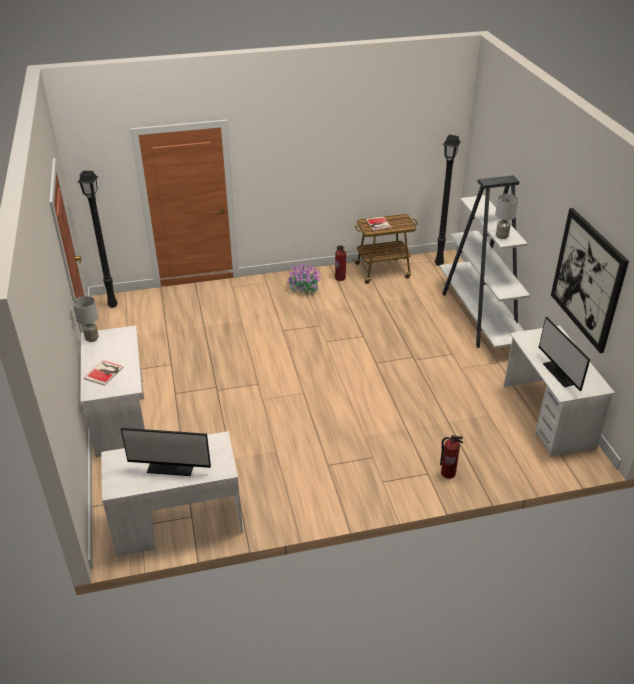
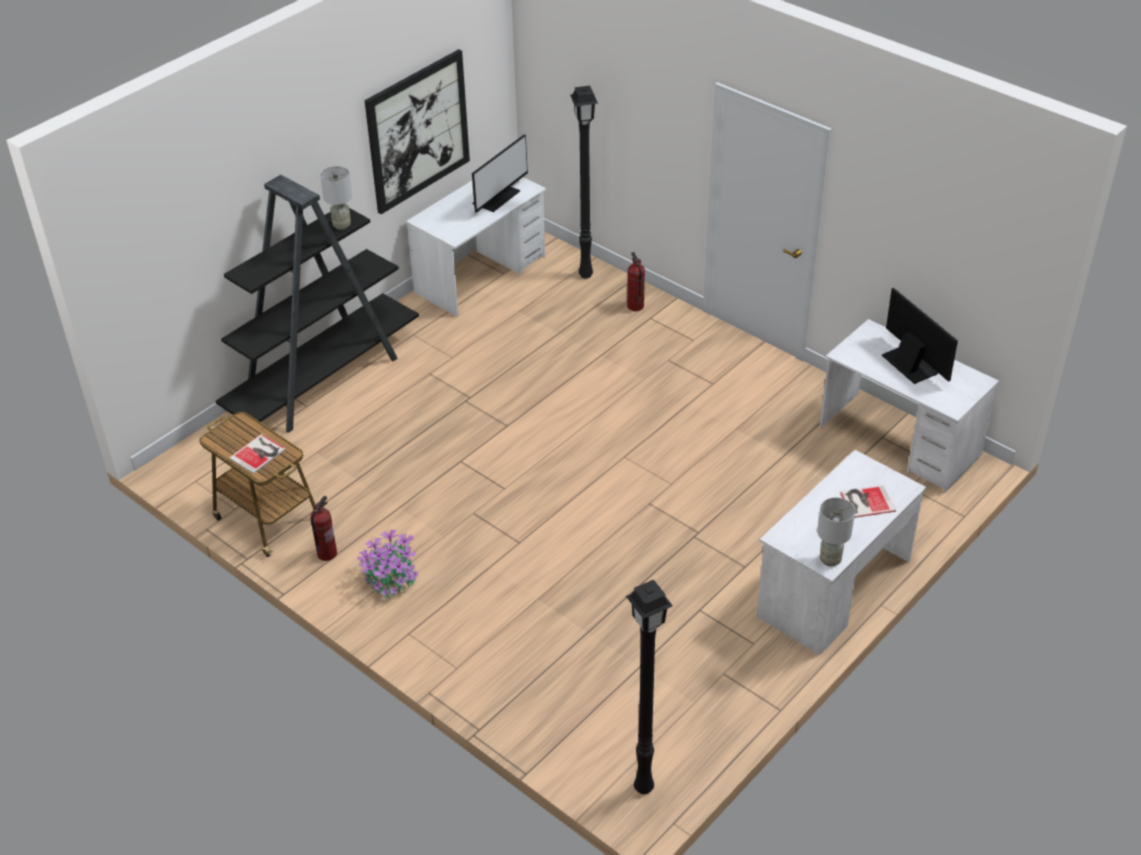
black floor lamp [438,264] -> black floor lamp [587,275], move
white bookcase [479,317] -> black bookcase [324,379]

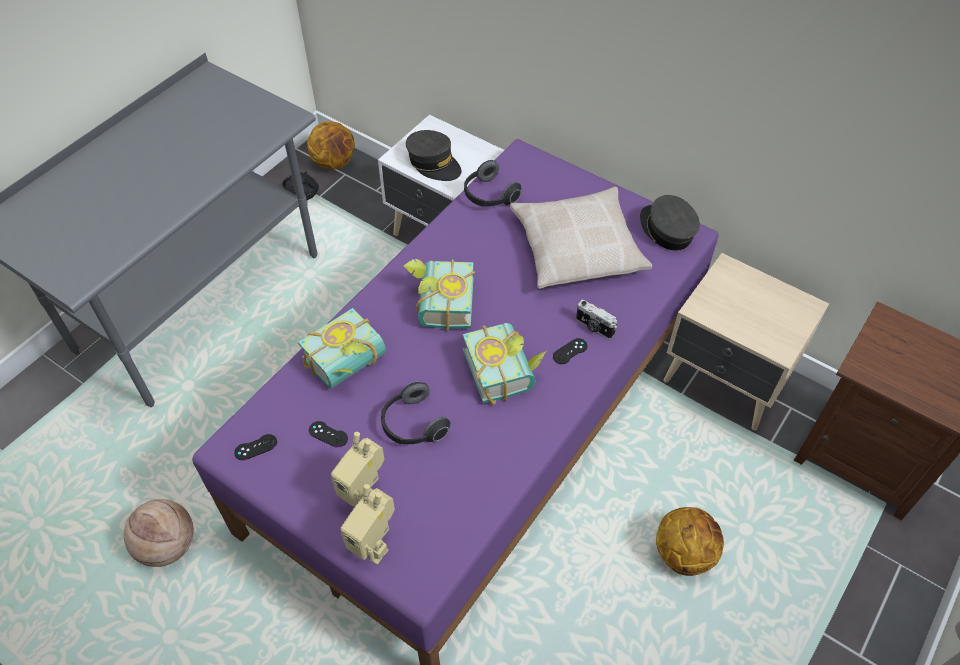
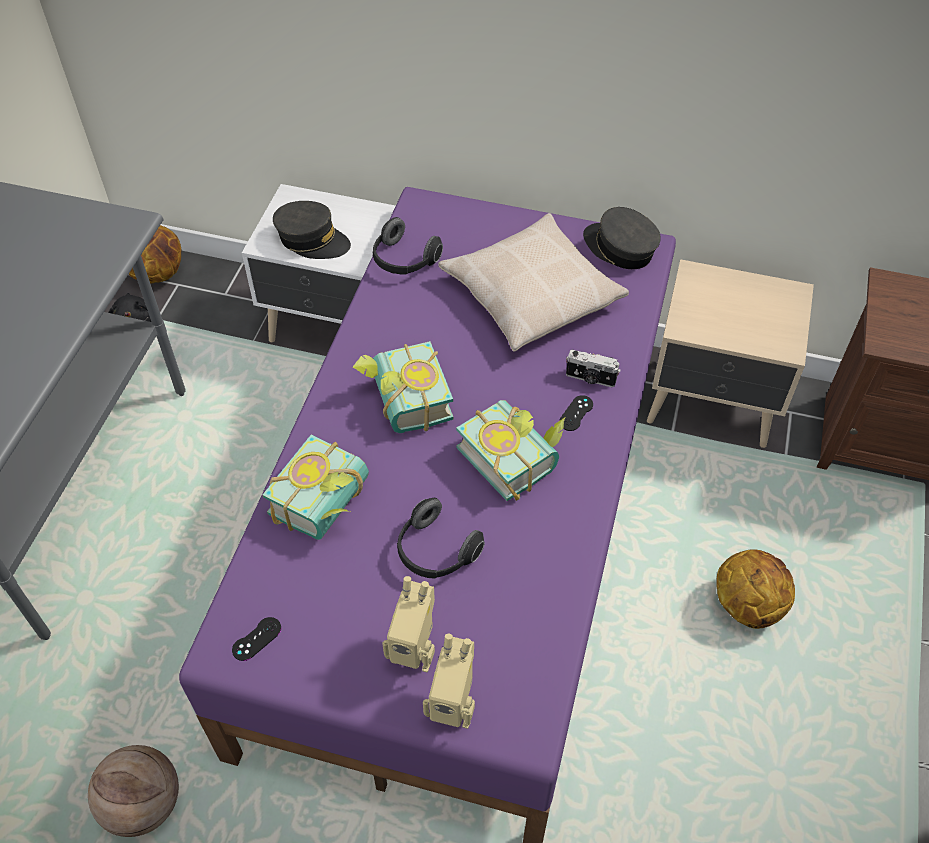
black game controller [328,434] -> none

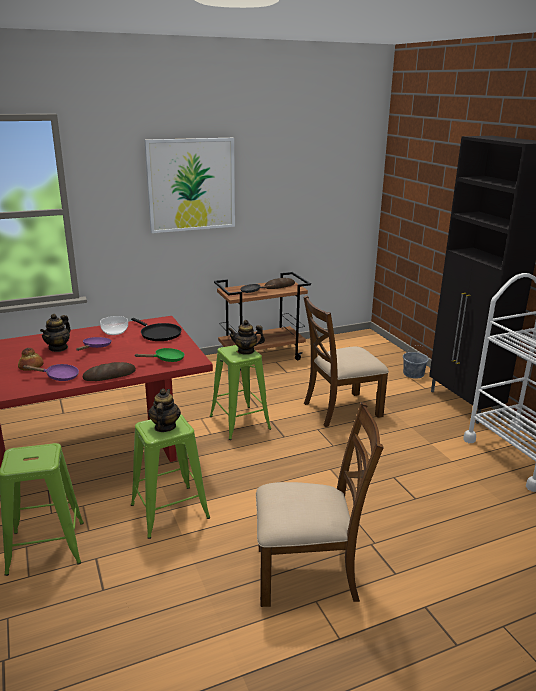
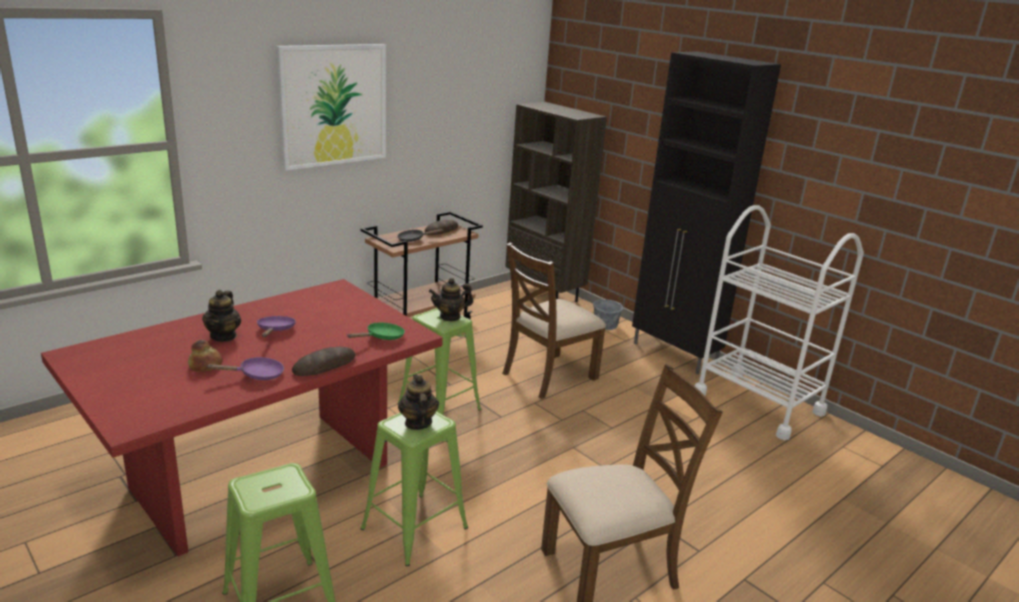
bowl [114,331] -> none
black frying pan [159,334] -> none
none -> brown bookcase [544,294]

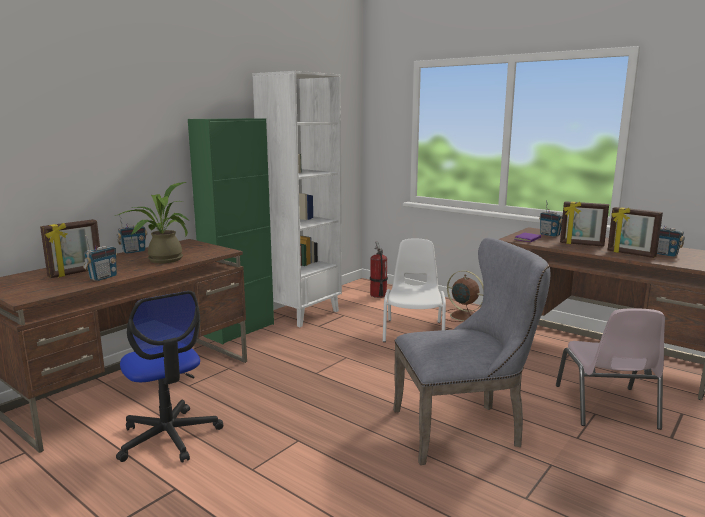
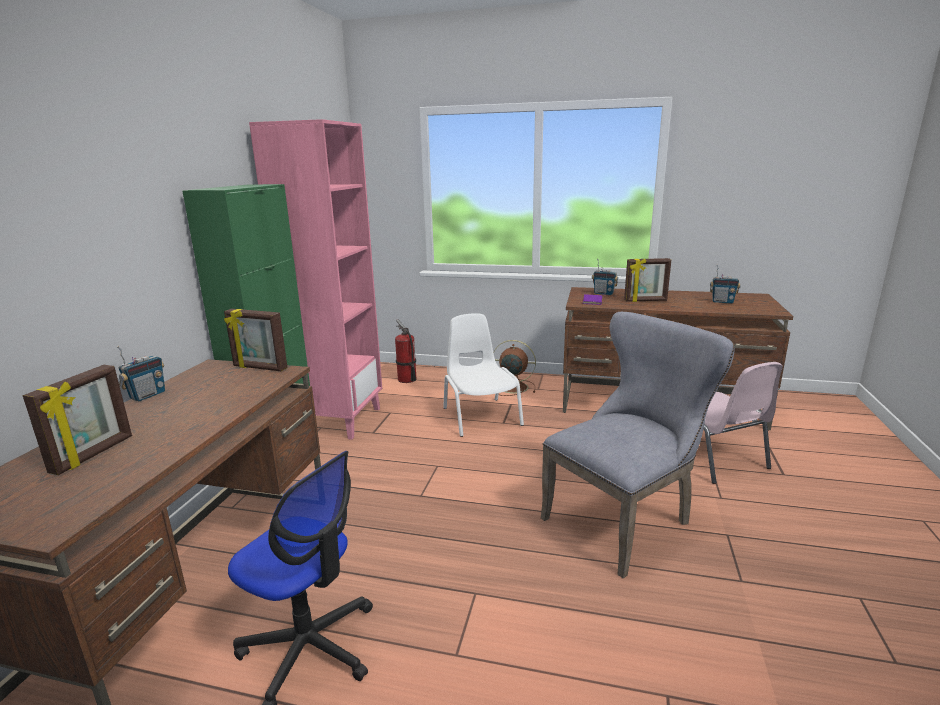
white bookcase [302,313] -> pink bookcase [340,420]
potted plant [161,260] -> none
picture frame [631,254] -> picture frame [259,368], move
radio [103,277] -> none

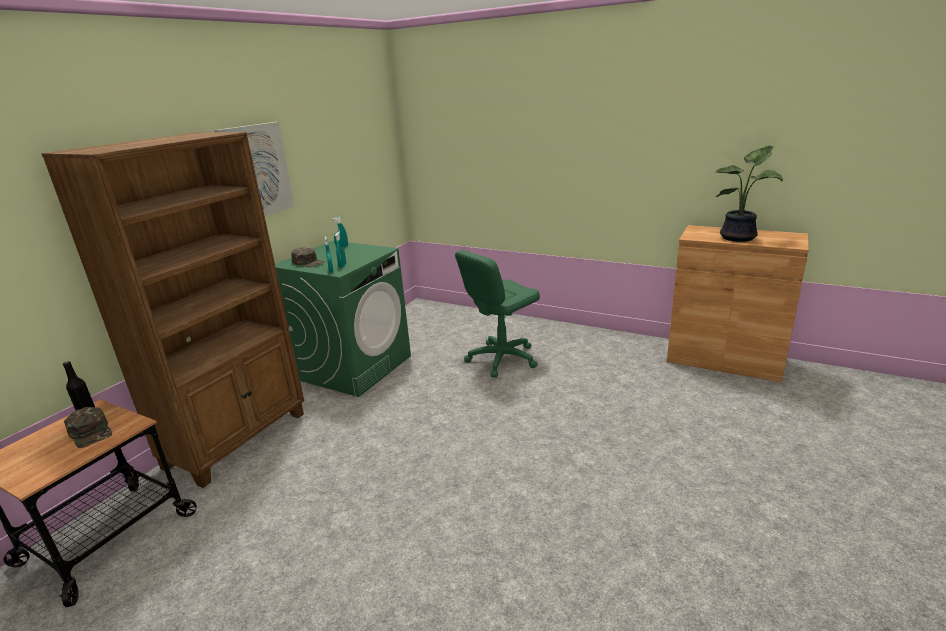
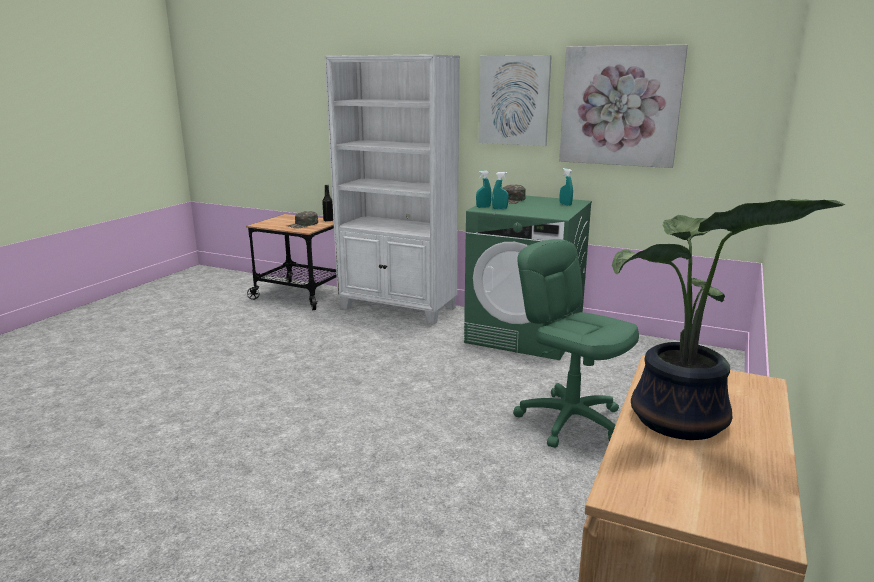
brown bookcase [238,439] -> white bookcase [398,308]
none -> picture [620,106]

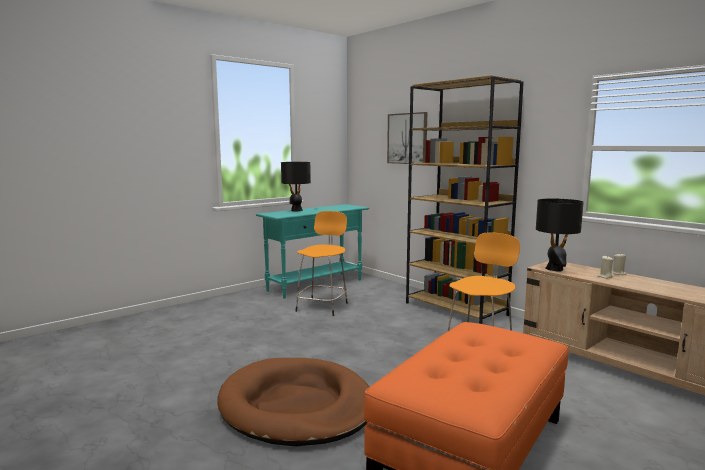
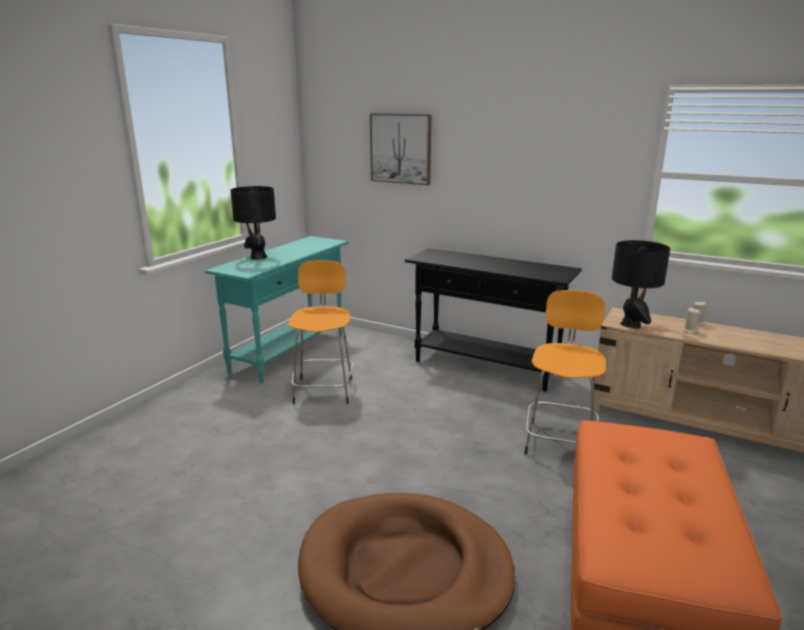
brown bookcase [456,309] -> black console table [486,367]

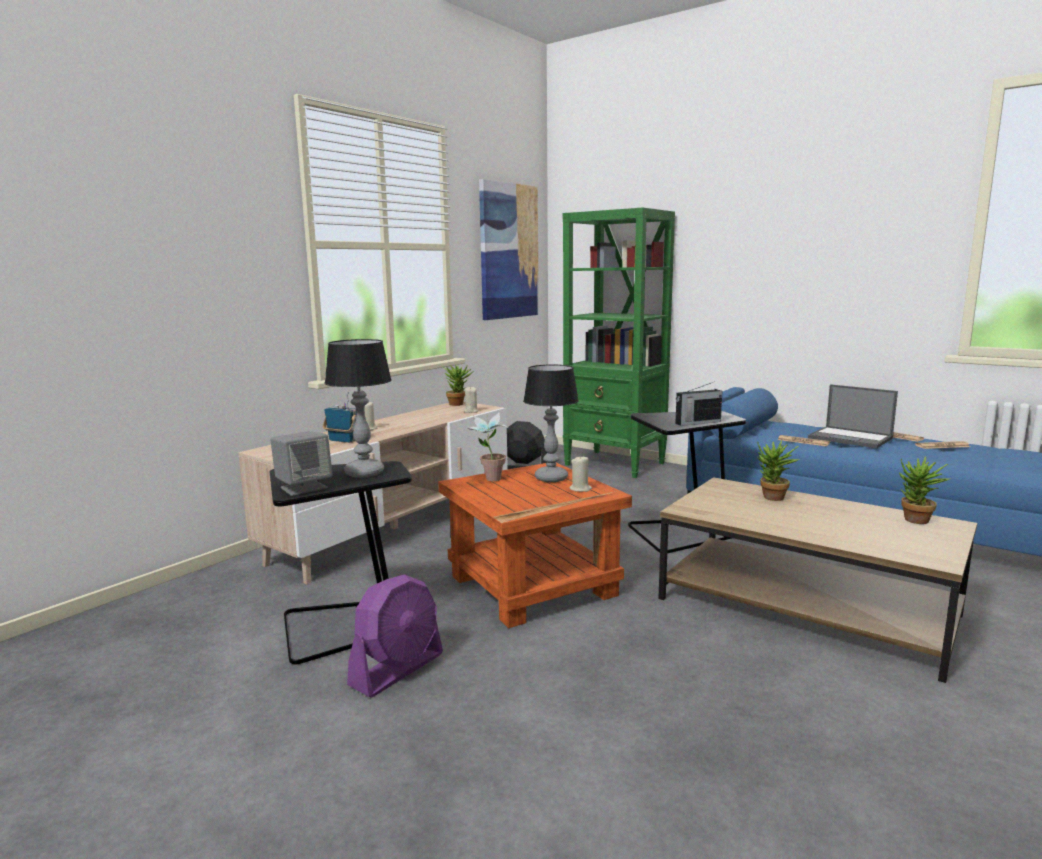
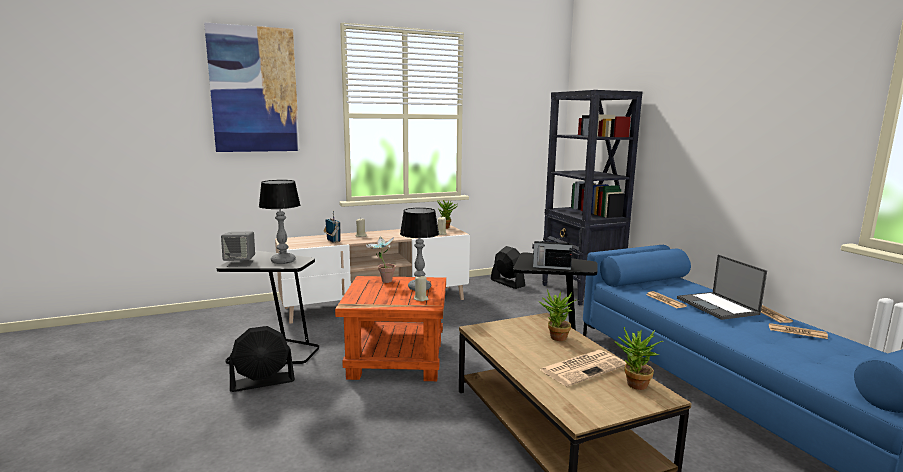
picture [508,251] -> picture [254,90], move
green bookcase [615,464] -> black bookcase [580,292]
purple fan [397,669] -> black fan [263,382]
none -> newspaper [583,368]

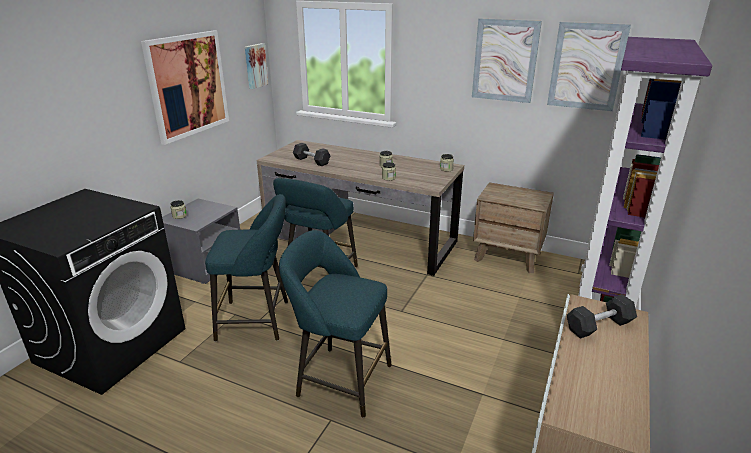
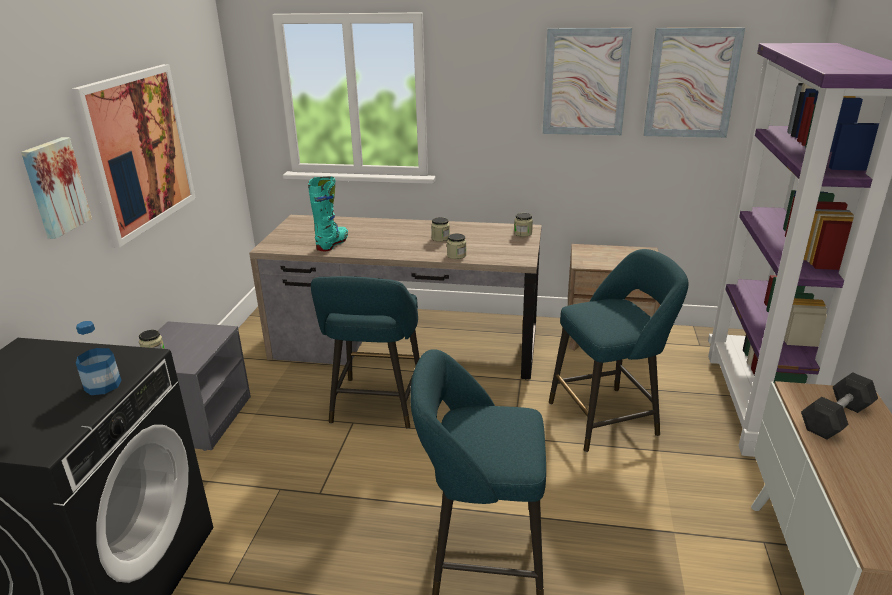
picture [255,66] -> picture [54,187], move
grey dumbbell [311,161] -> turquoise boot [332,244]
turquoise stool [258,320] -> turquoise stool [608,417], move
none -> bottle [103,385]

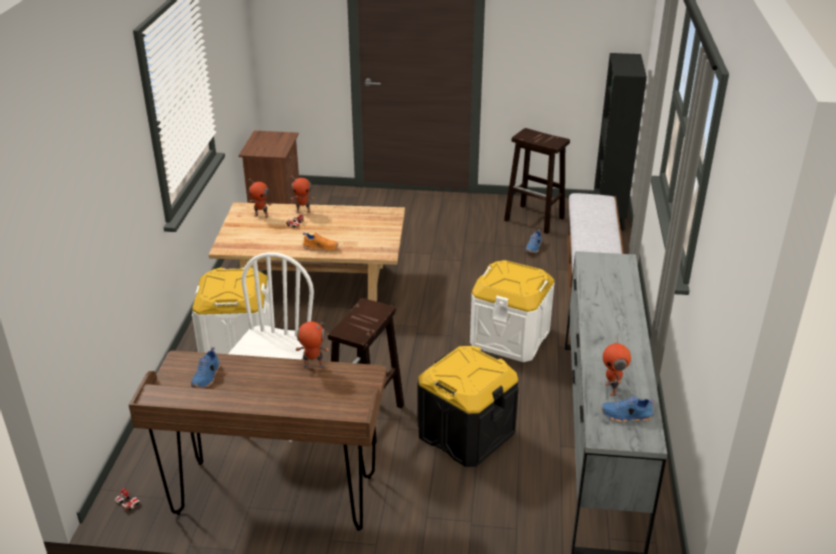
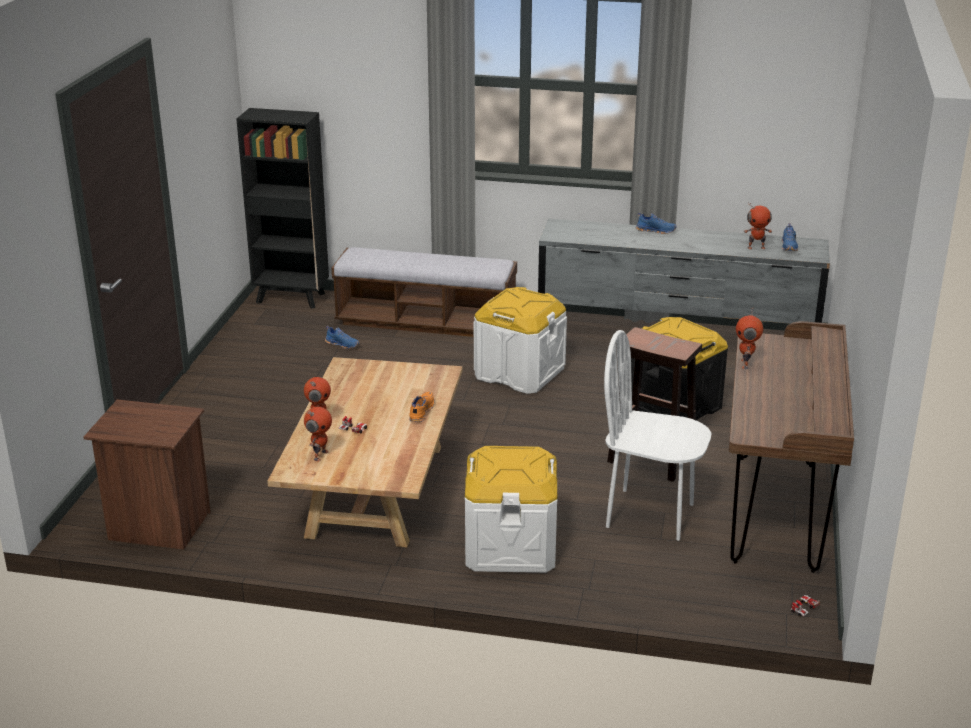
brown stool [535,219] -> none
blue shoe [207,377] -> blue shoe [656,230], move

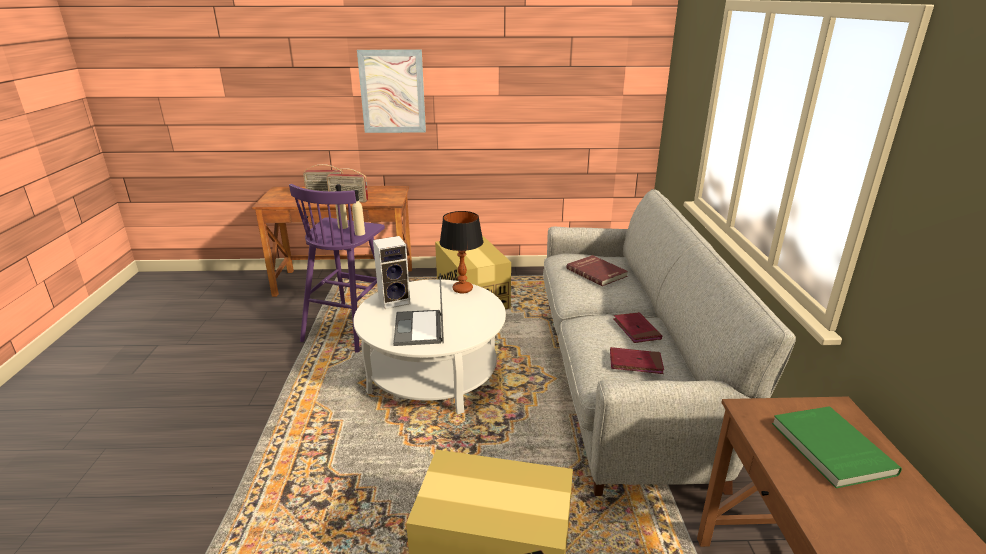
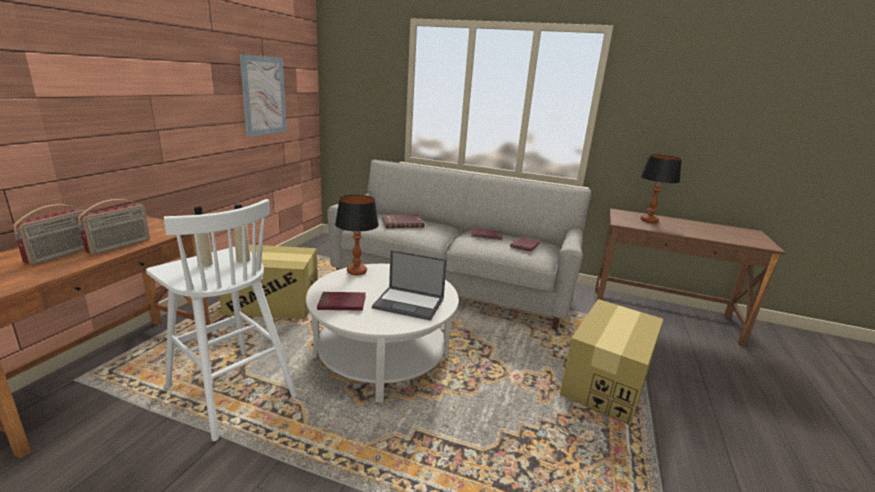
picture [392,92] -> picture [264,95], move
purple stool [351,326] -> white stool [230,390]
speaker [395,300] -> red book [342,303]
green book [829,448] -> table lamp [649,221]

